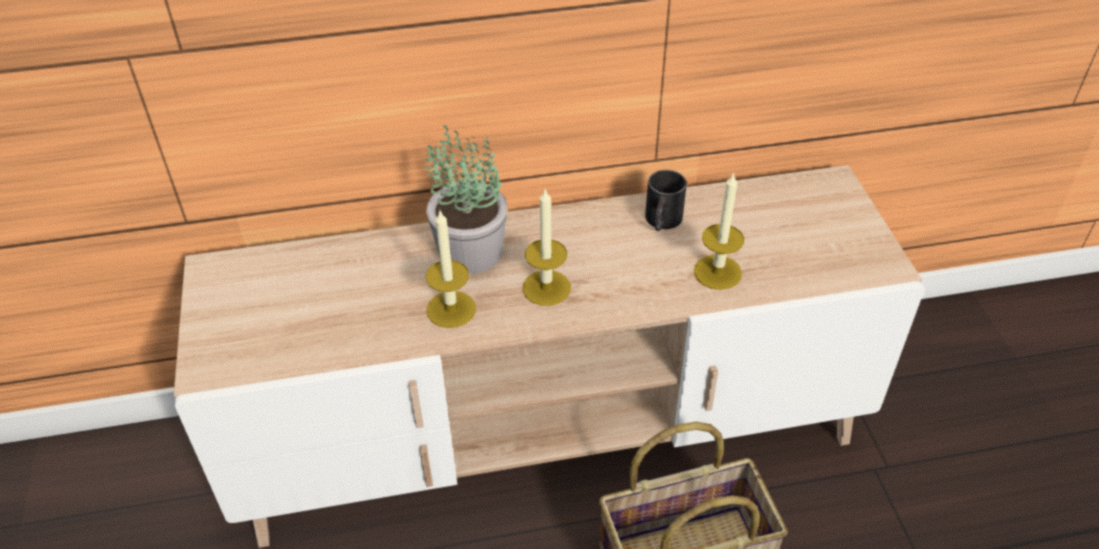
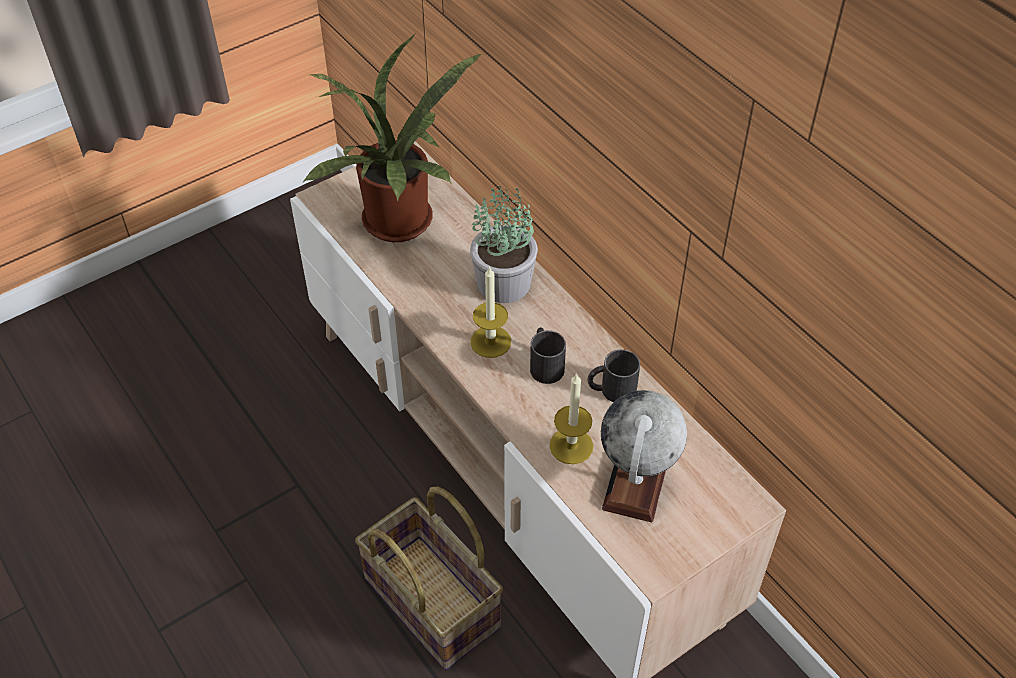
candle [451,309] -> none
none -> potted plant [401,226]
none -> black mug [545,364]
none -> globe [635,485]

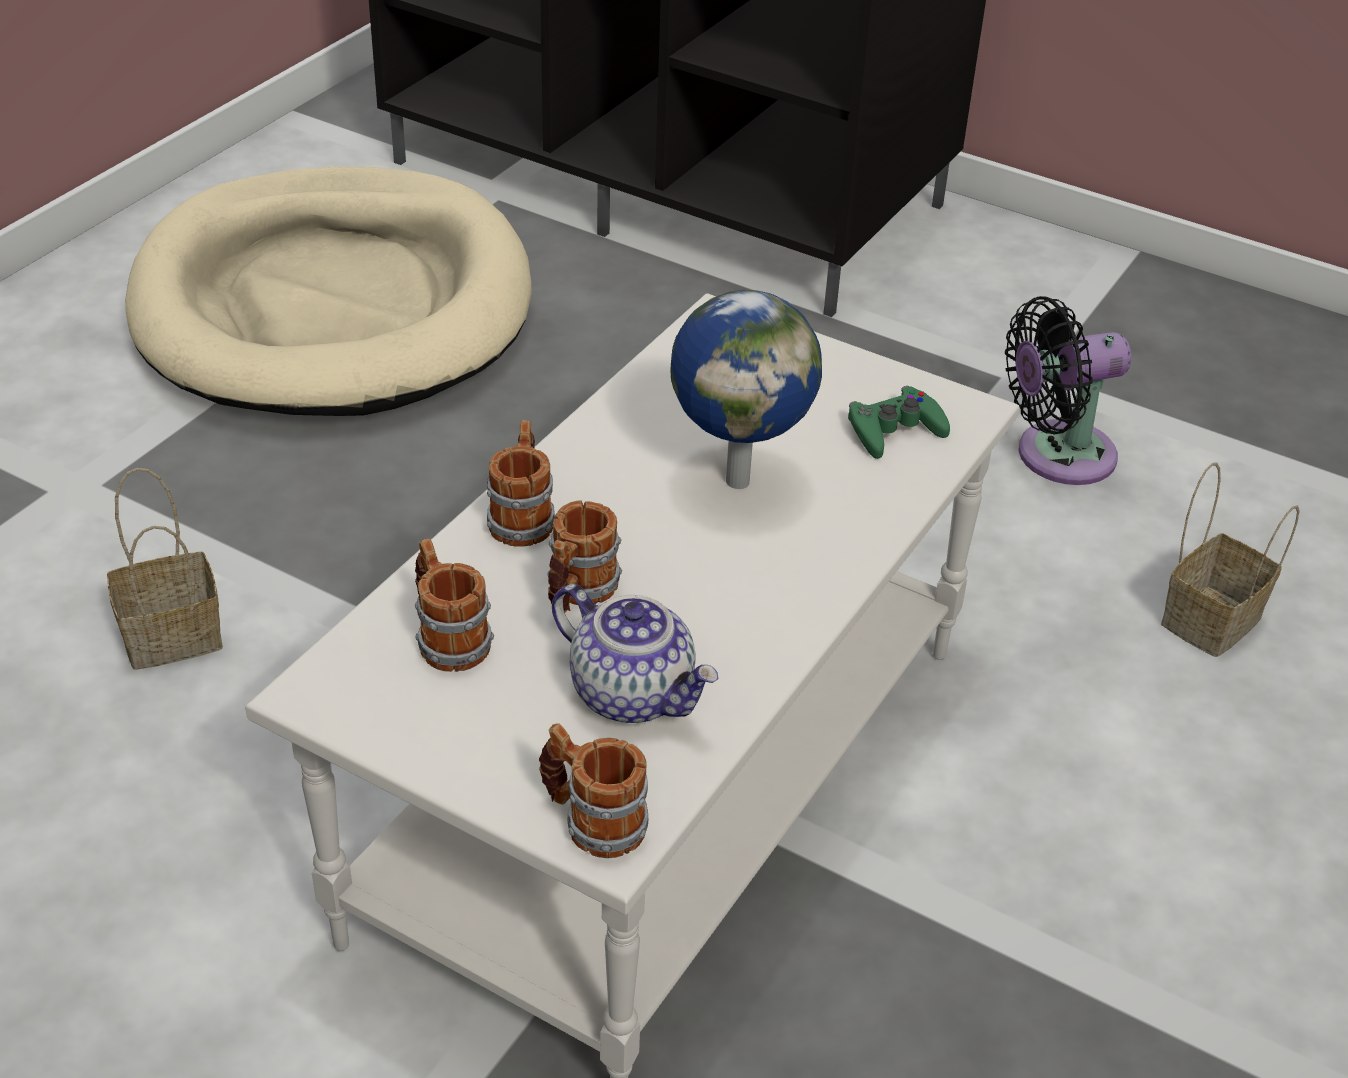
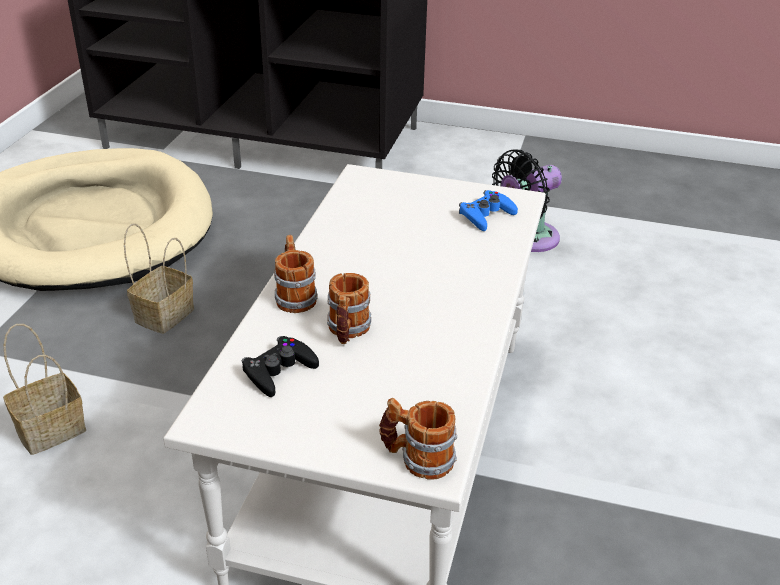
globe [738,479] -> none
green game controller [894,431] -> blue game controller [486,215]
basket [1211,618] -> basket [165,314], move
mug [448,637] -> black game controller [279,371]
teapot [634,693] -> none

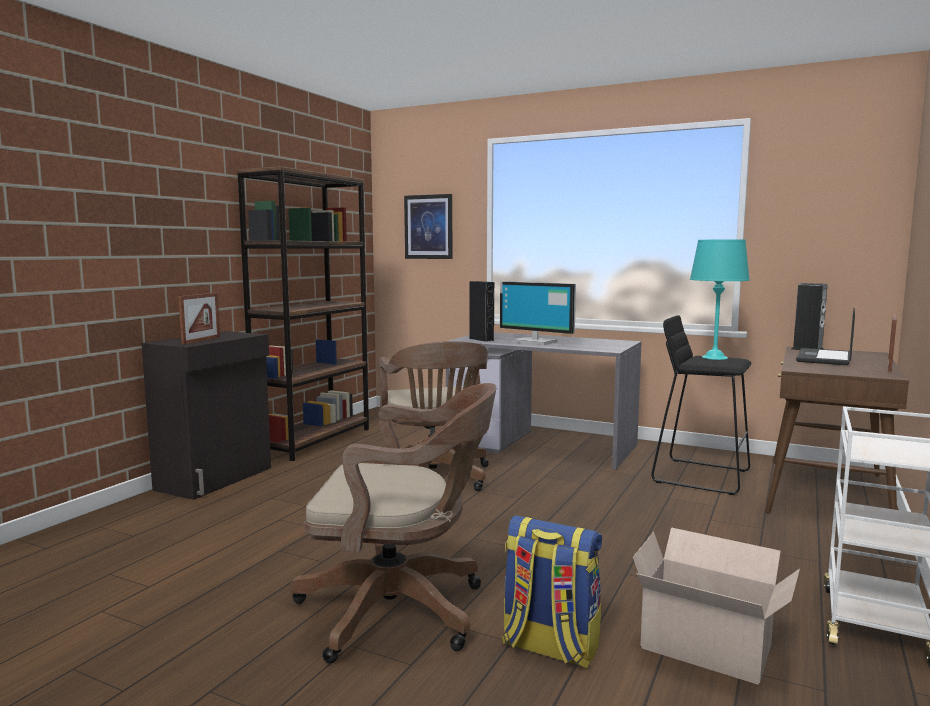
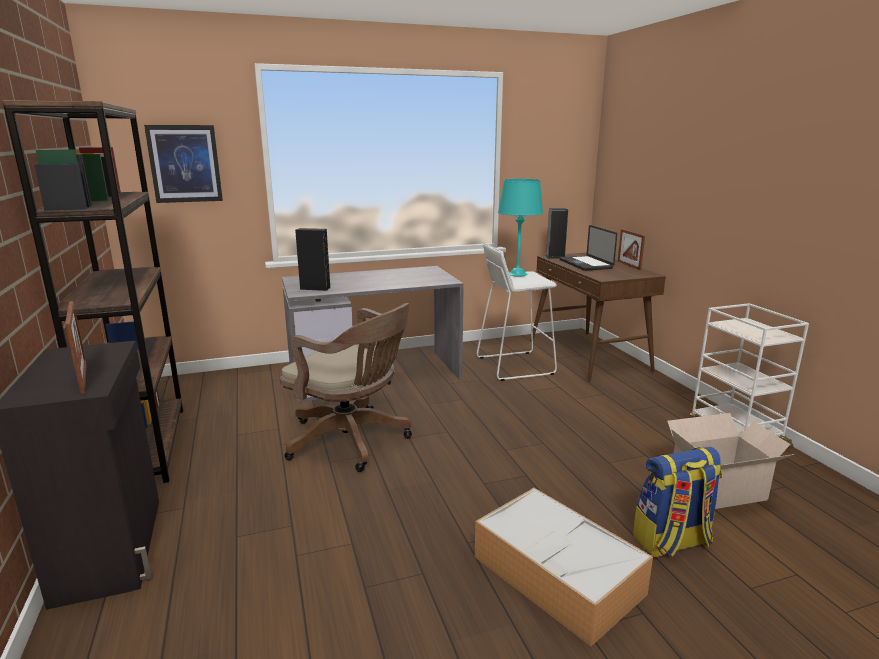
monitor [536,342] -> none
black stool [701,476] -> white stool [514,365]
brown office chair [401,611] -> storage box [559,576]

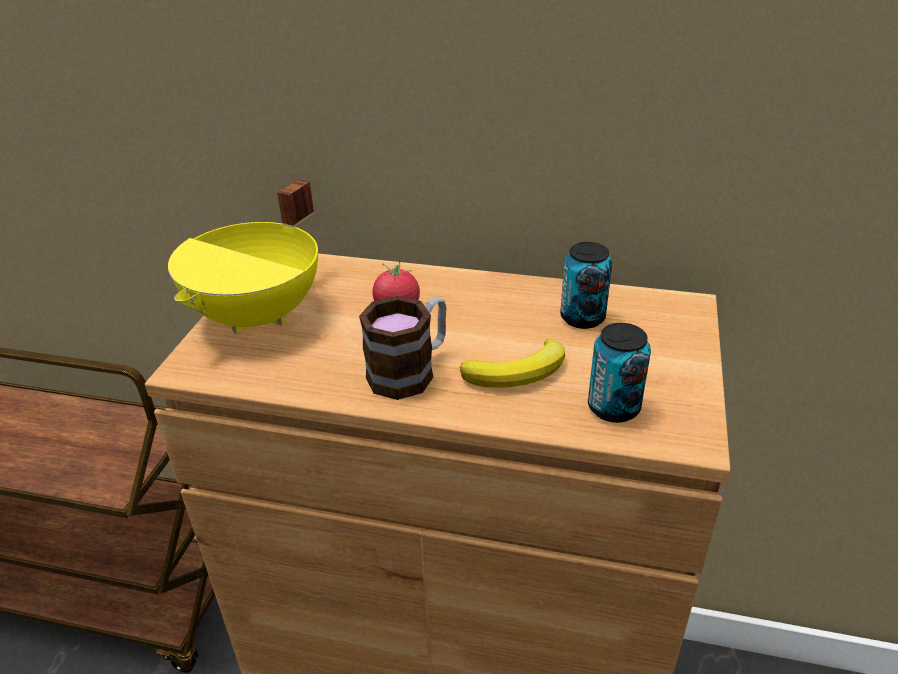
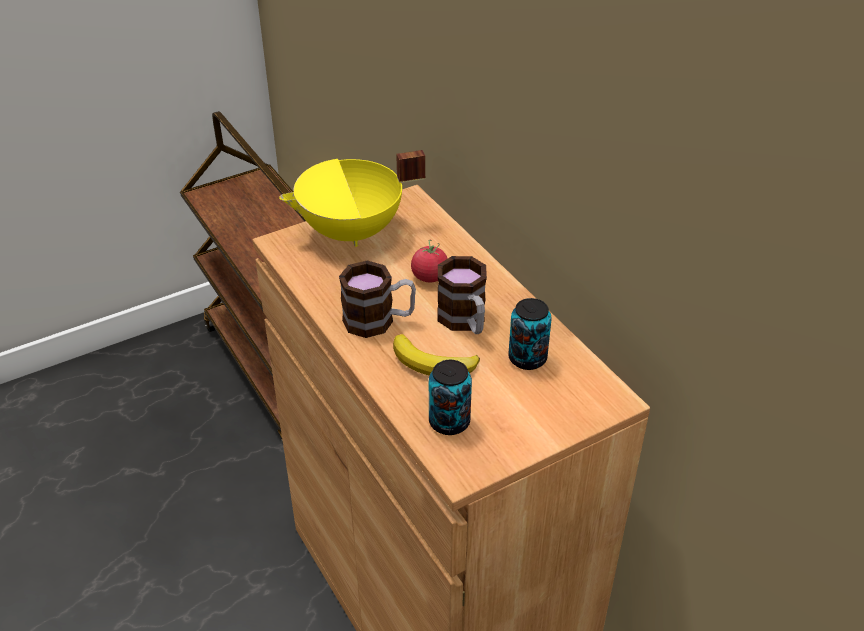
none -> mug [465,322]

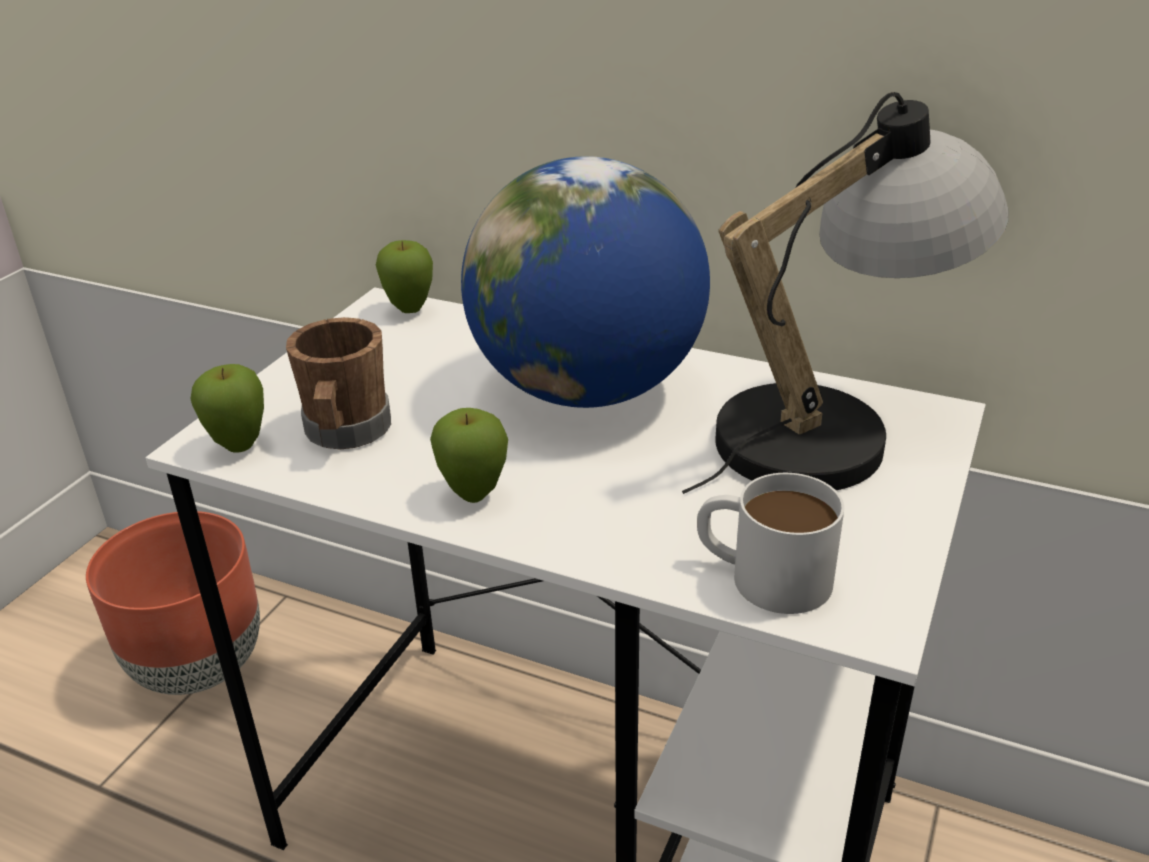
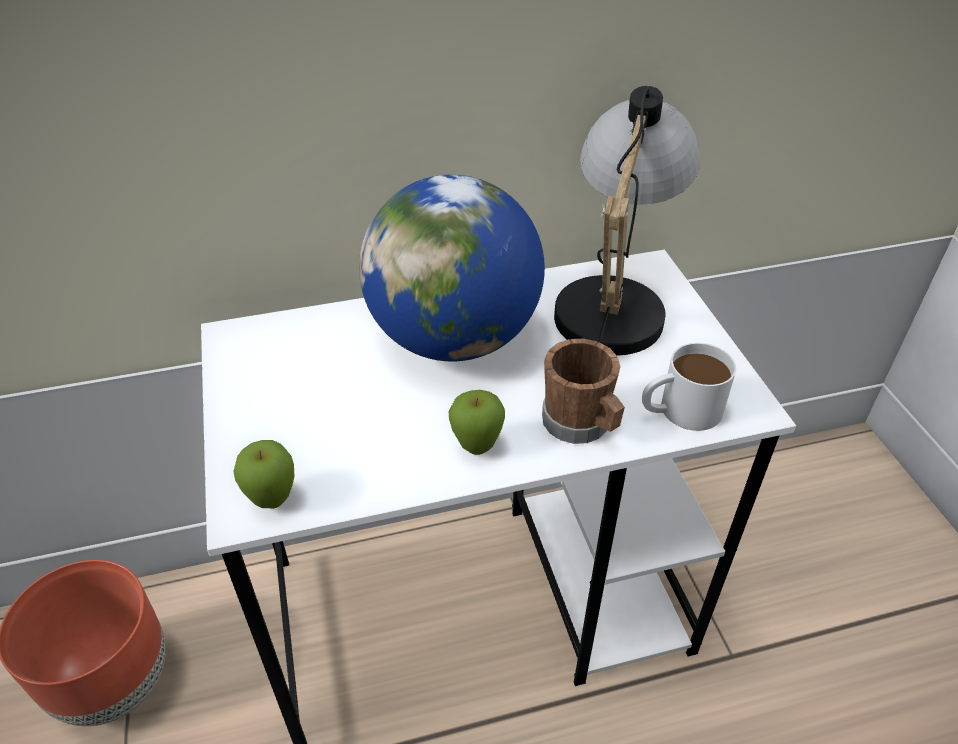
apple [409,310] -> none
brown mug [346,433] -> brown mug [581,425], move

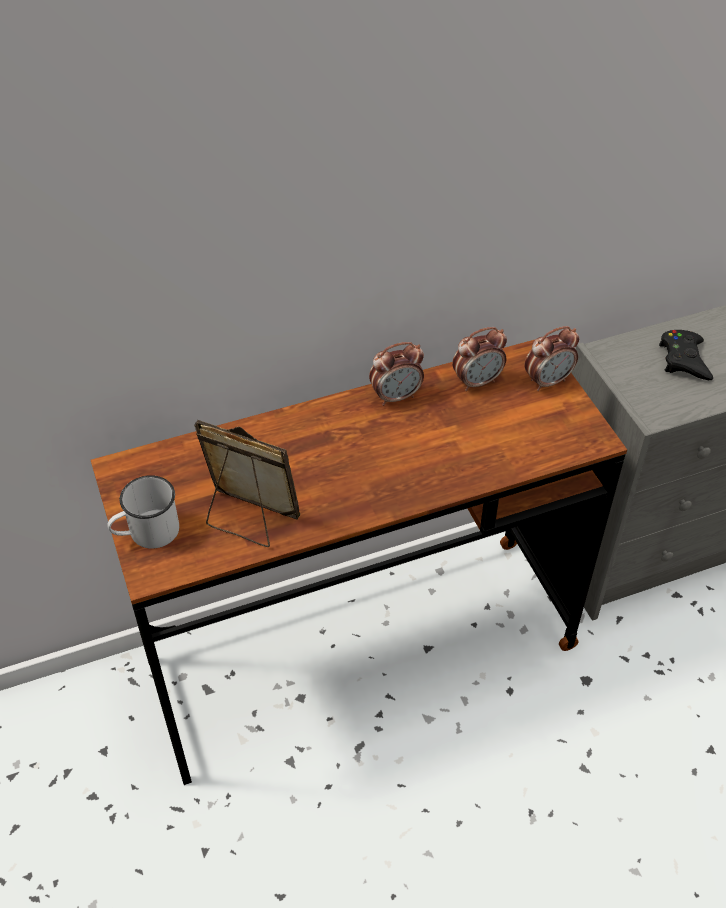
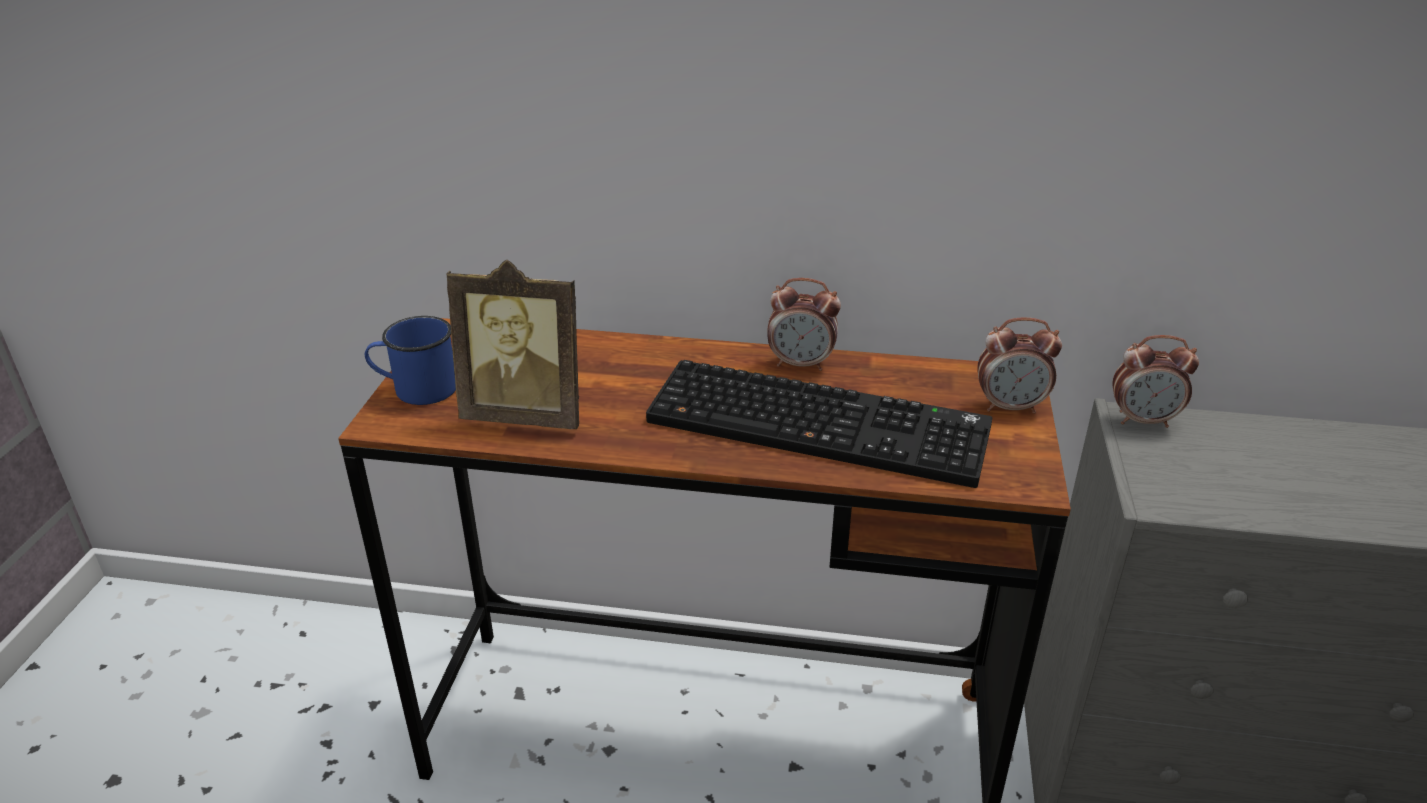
alarm clock [477,382] -> alarm clock [1143,420], move
black game controller [684,359] -> none
picture frame [248,520] -> picture frame [527,414], 135 degrees clockwise
white mug [147,533] -> blue mug [416,389]
none -> keyboard [822,423]

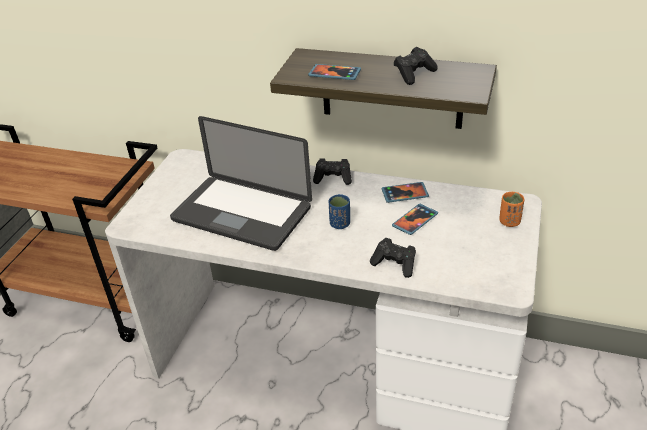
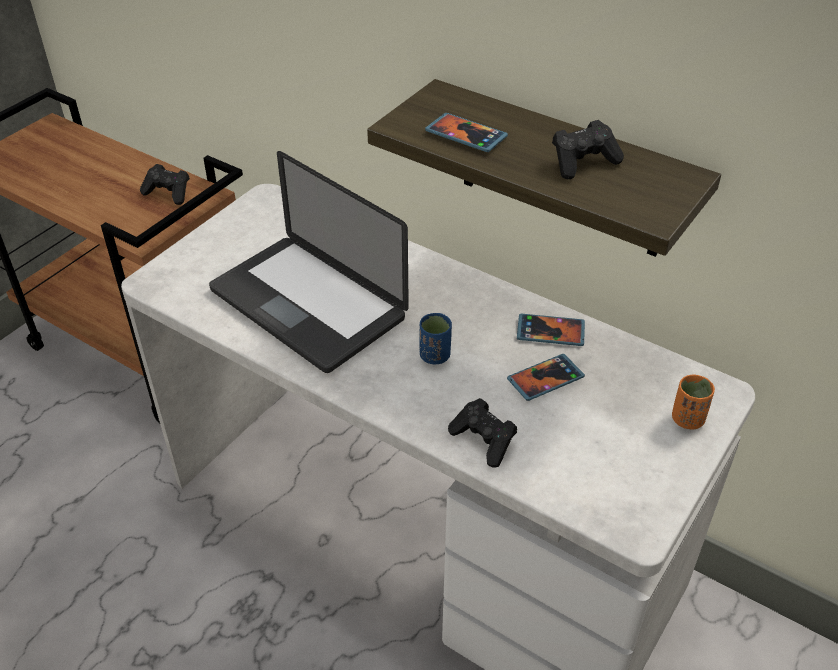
black game controller [333,178] -> black game controller [168,193], move

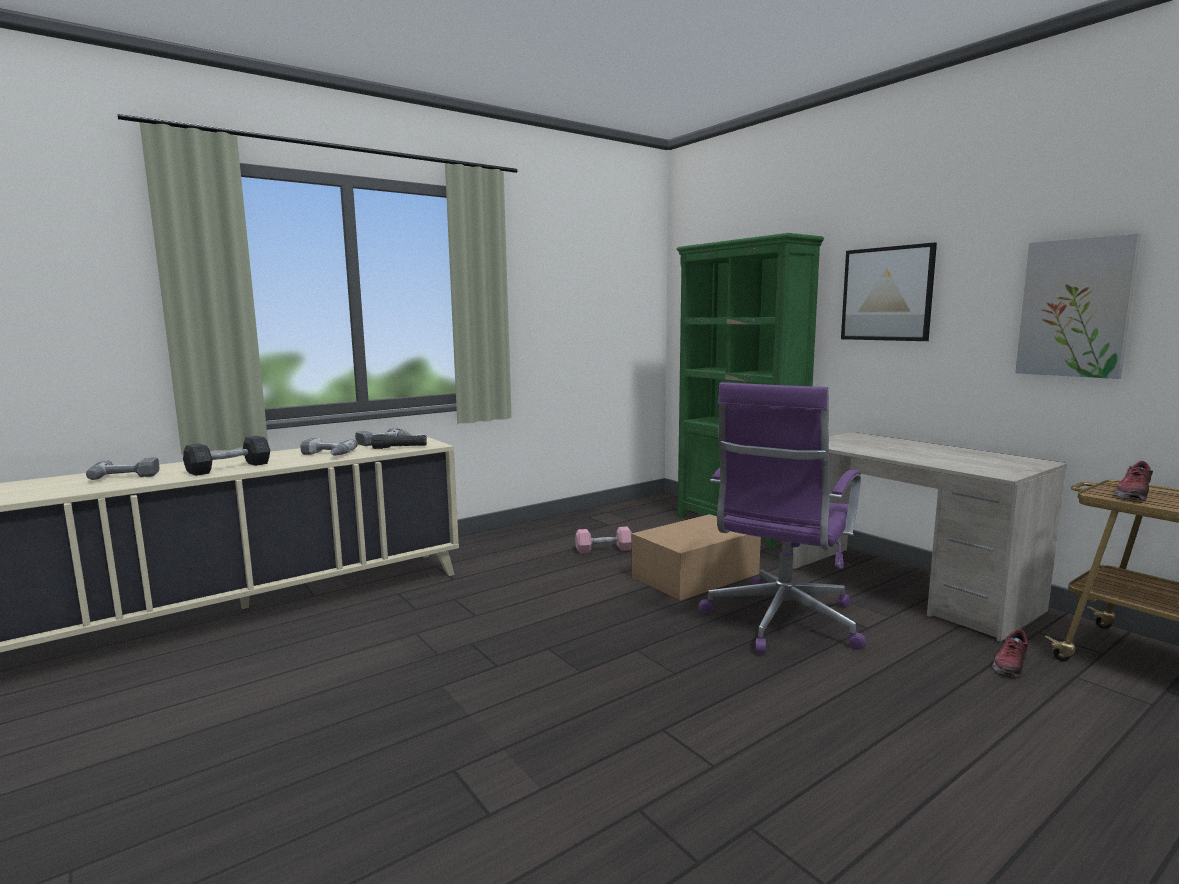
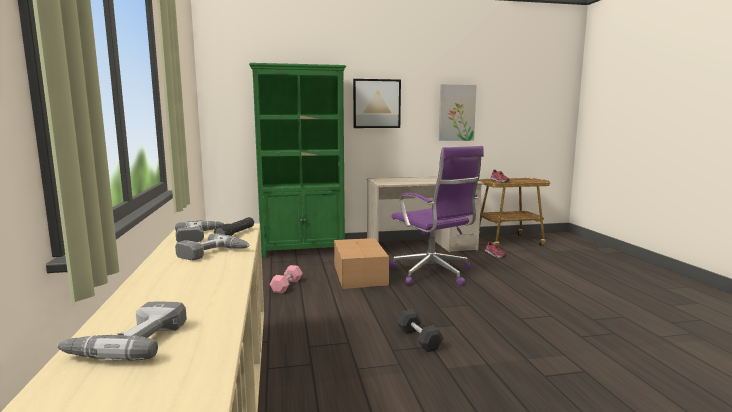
grey dumbbell [229,468] -> grey dumbbell [419,339], move

